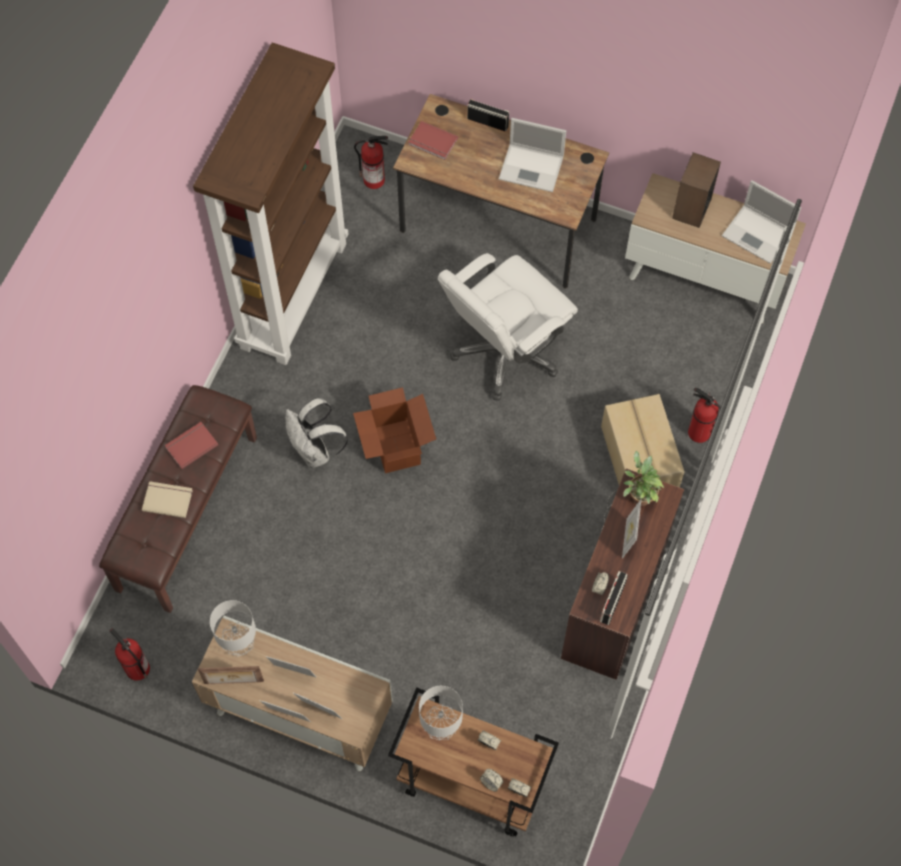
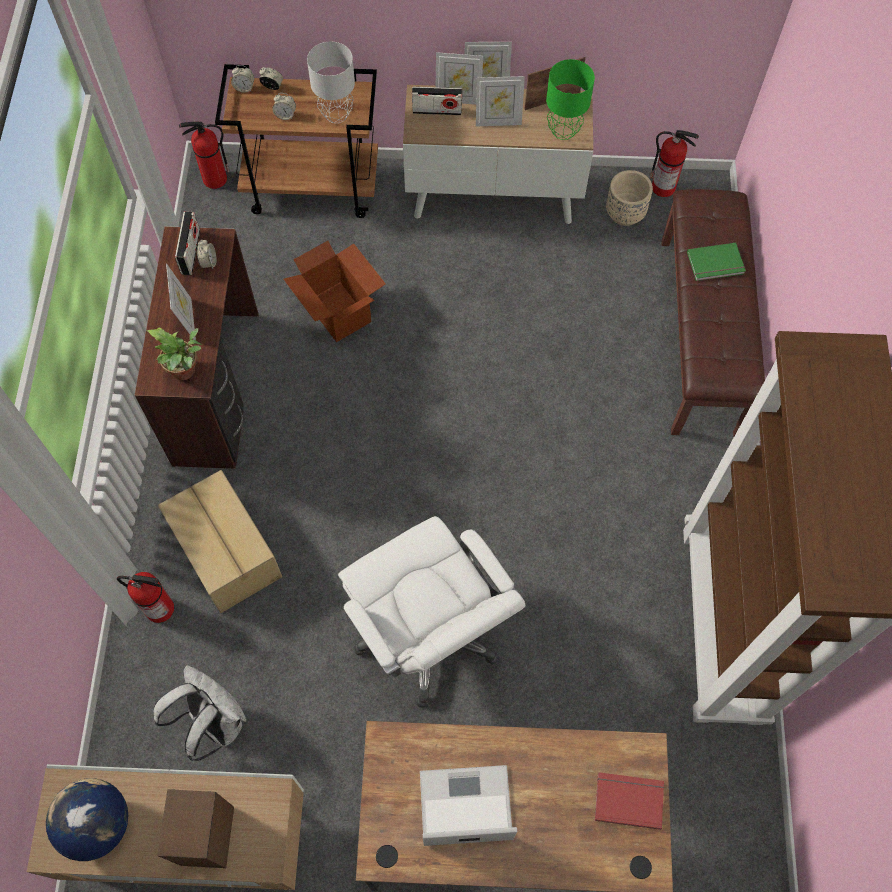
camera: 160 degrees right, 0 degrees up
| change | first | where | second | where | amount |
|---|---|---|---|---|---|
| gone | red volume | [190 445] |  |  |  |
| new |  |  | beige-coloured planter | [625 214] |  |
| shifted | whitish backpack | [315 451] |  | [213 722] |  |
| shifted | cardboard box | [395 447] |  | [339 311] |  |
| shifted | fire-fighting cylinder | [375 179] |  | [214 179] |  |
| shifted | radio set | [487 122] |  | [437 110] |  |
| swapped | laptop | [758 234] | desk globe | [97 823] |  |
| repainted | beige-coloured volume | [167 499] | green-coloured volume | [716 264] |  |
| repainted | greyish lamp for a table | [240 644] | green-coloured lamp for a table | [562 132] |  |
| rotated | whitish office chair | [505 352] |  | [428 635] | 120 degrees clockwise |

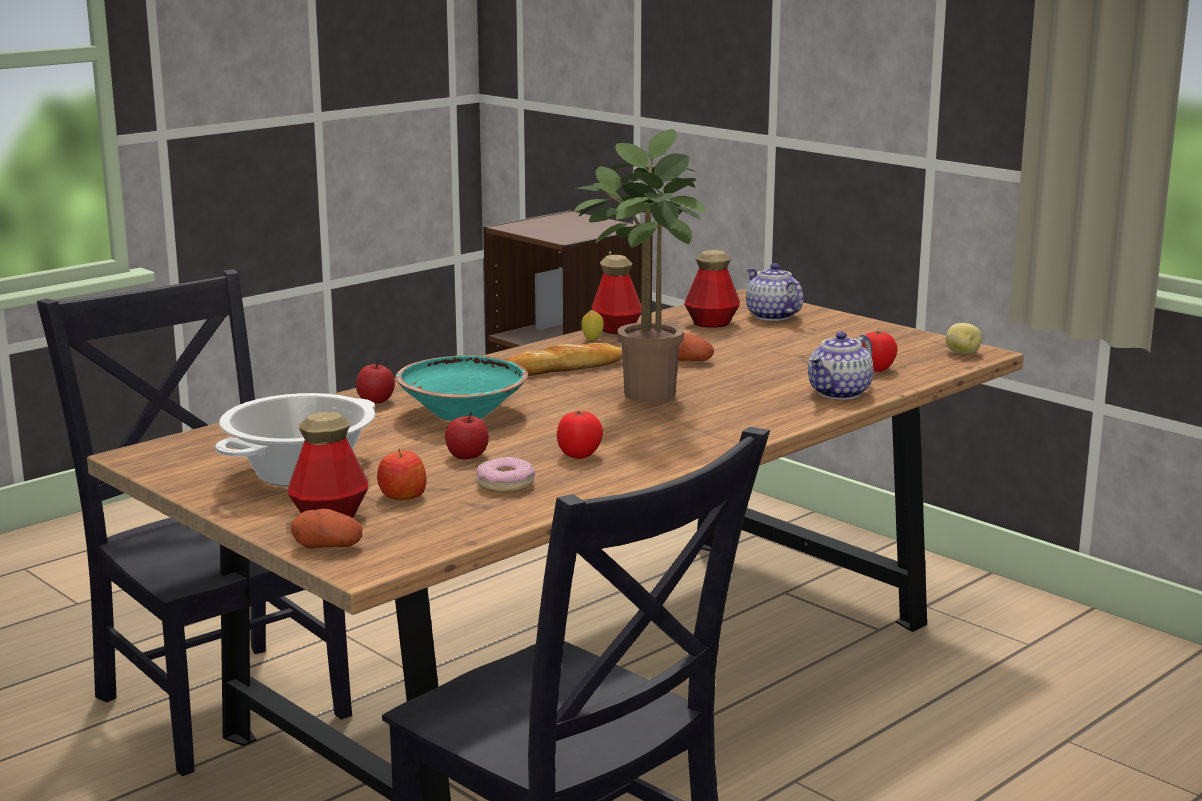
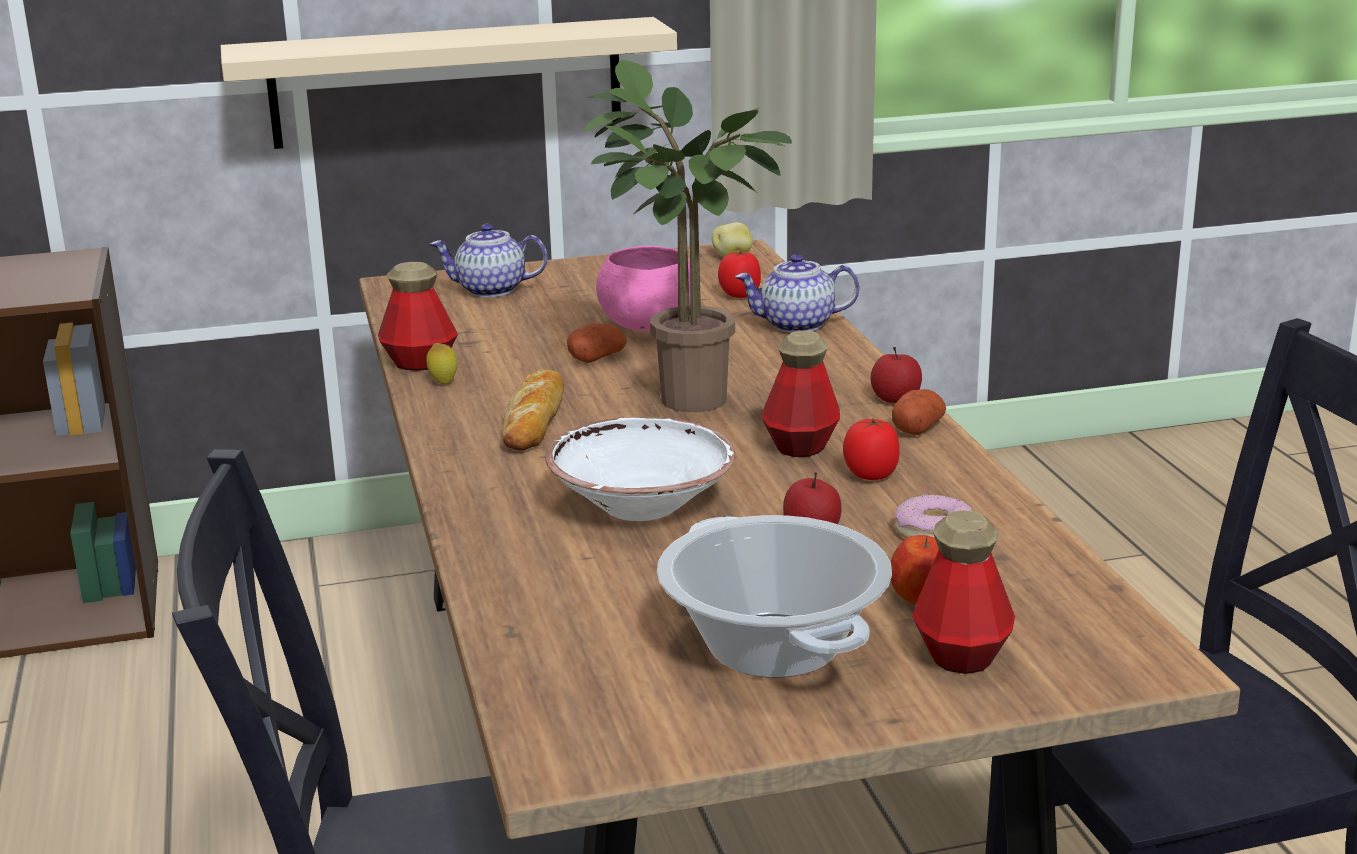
camera: 60 degrees left, 5 degrees up
| change | first | where | second | where | amount |
|---|---|---|---|---|---|
| new |  |  | beige-coloured wall shelf | [447 82] |  |
| new |  |  | pink serving bowl | [646 326] |  |
| shifted | spud | [328 547] |  | [917 428] |  |
| shifted | apple fruit | [376 401] |  | [895 399] |  |
| shifted | drink bottle | [711 323] |  | [800 446] |  |
| repainted | turquoise serving bowl | [462 413] | whitish serving bowl | [640 505] |  |
| rotated | tea pot | [839 393] |  | [796 325] | 105 degrees clockwise |

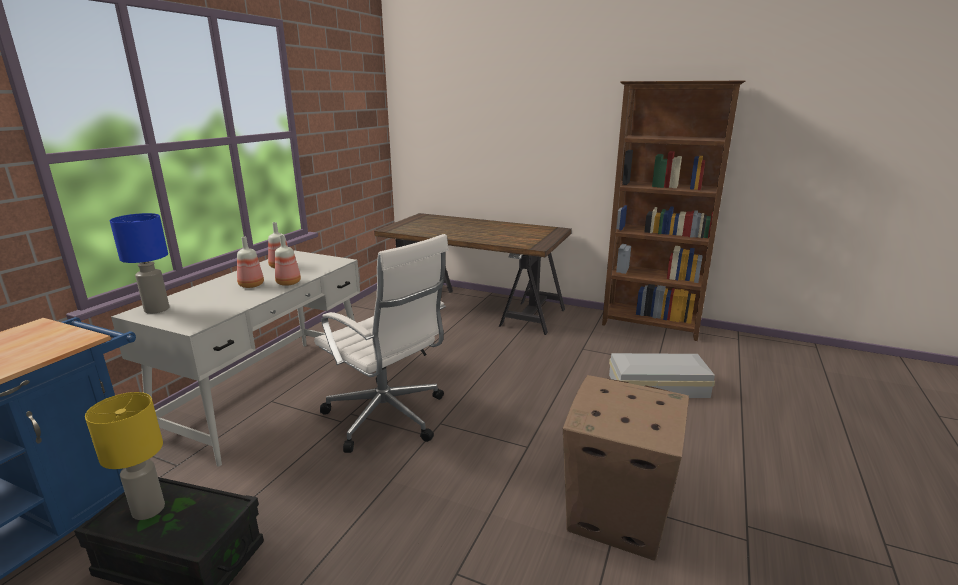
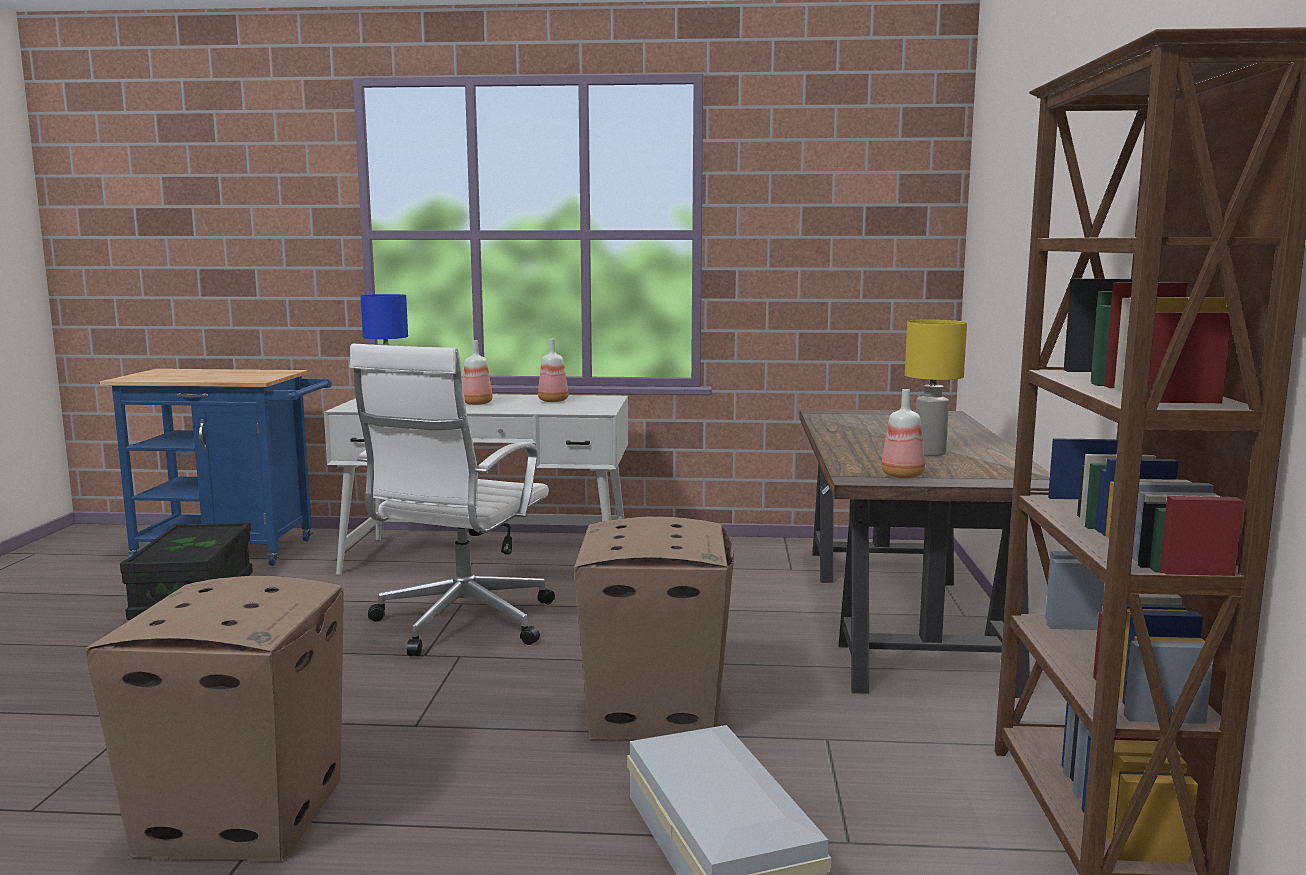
camera: 70 degrees right, 10 degrees down
| change | first | where | second | where | amount |
|---|---|---|---|---|---|
| new |  |  | cardboard box | [654 710] |  |
| shifted | yellow-coloured lamp for a table | [148 509] |  | [929 453] |  |
| shifted | drink bottle | [289 283] |  | [903 475] |  |

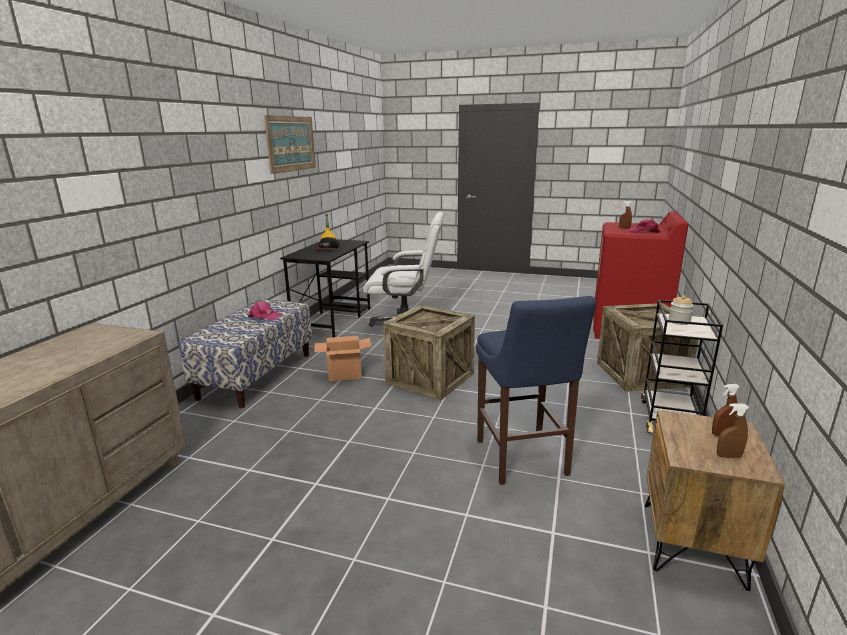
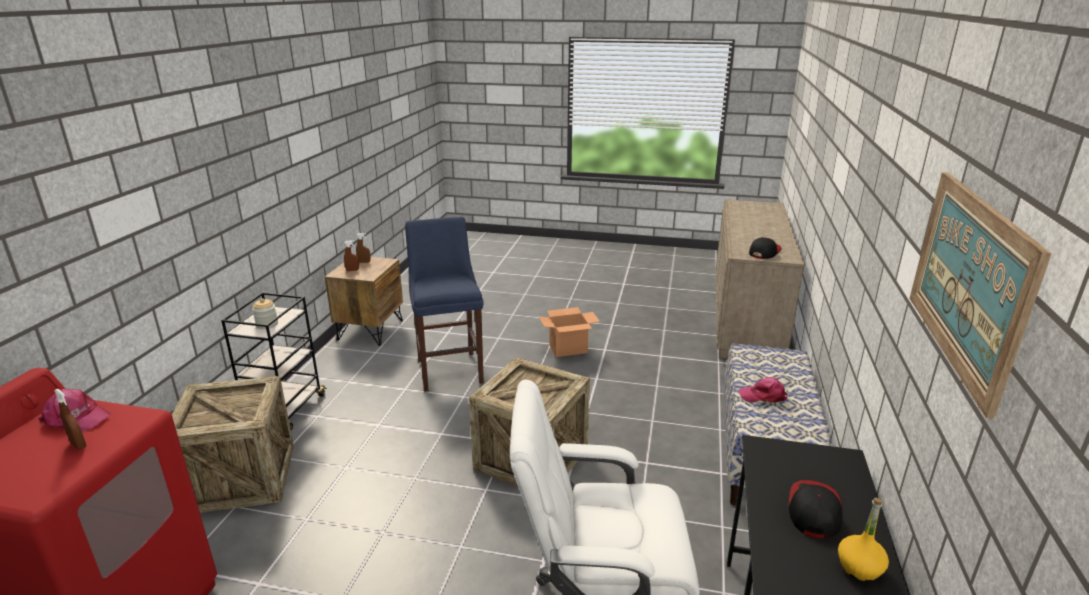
camera: 175 degrees right, 5 degrees up
| change | first | where | second | where | amount |
|---|---|---|---|---|---|
| new |  |  | baseball cap | [764 252] |  |
| shifted | cardboard box | [344 375] |  | [568 349] |  |

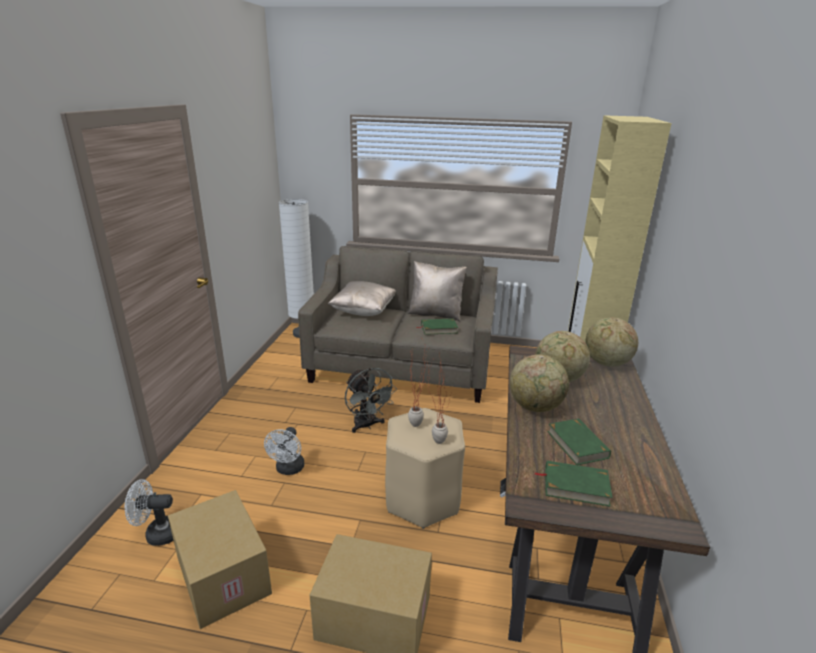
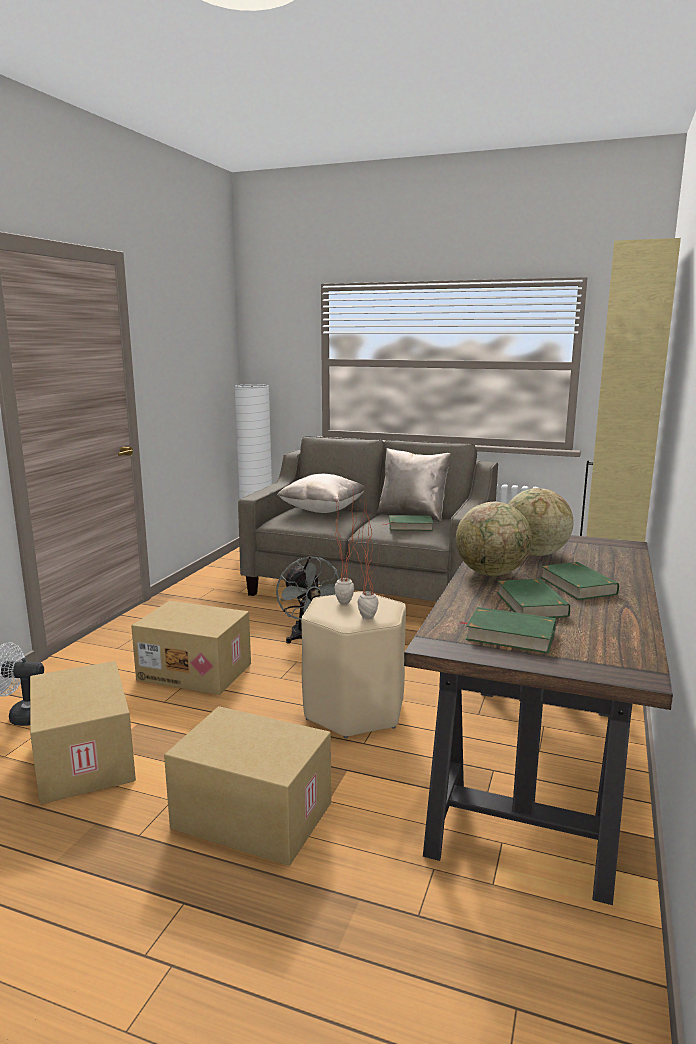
camera: 10 degrees right, 10 degrees down
| change | first | where | second | where | amount |
|---|---|---|---|---|---|
| gone | desk globe | [606 363] |  |  |  |
| new |  |  | green-coloured volume | [577 585] |  |
| swapped | whitish cooling fan | [288 469] | cardboard box | [196 671] |  |

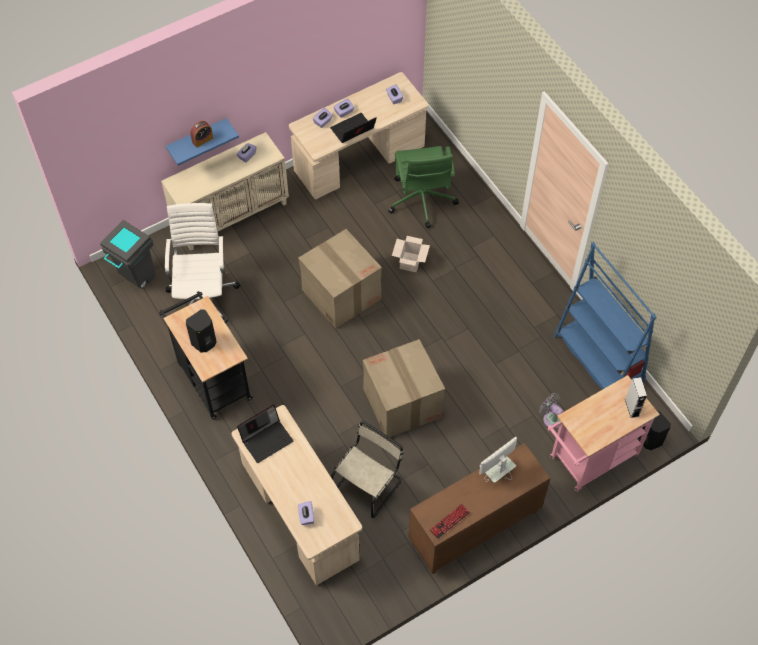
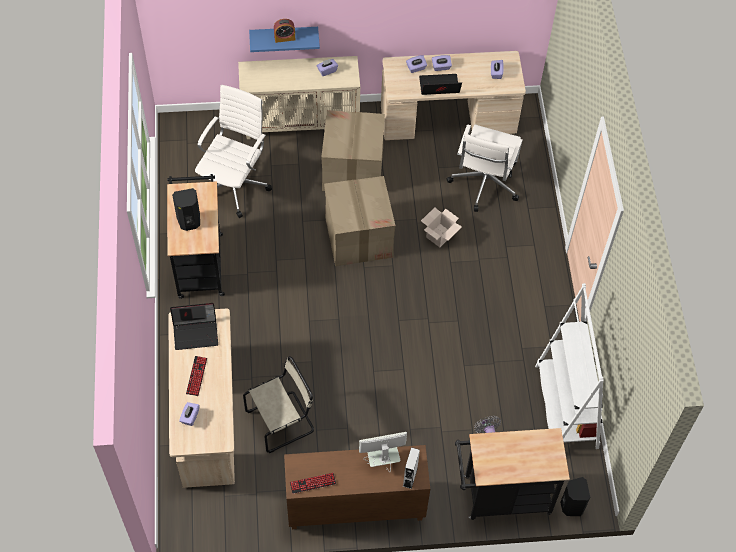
camera: 25 degrees right, 0 degrees up
| change | first | where | second | where | amount |
|---|---|---|---|---|---|
| gone | greyish waste bin | [136 279] |  |  |  |
| new |  |  | computer keyboard | [196 376] |  |
| shifted | cardboard box | [402 403] |  | [352 170] |  |
| shifted | greyish speaker | [631 407] |  | [410 477] |  |
| repainted | green-coloured office chair | [421 201] | whitish office chair | [484 184] |  |
| repainted | pink wheeled cart | [589 459] | blackish wheeled cart | [501 496] |  |
| repainted | bluish bookshelf | [598 359] | whitish bookshelf | [566 407] |  |

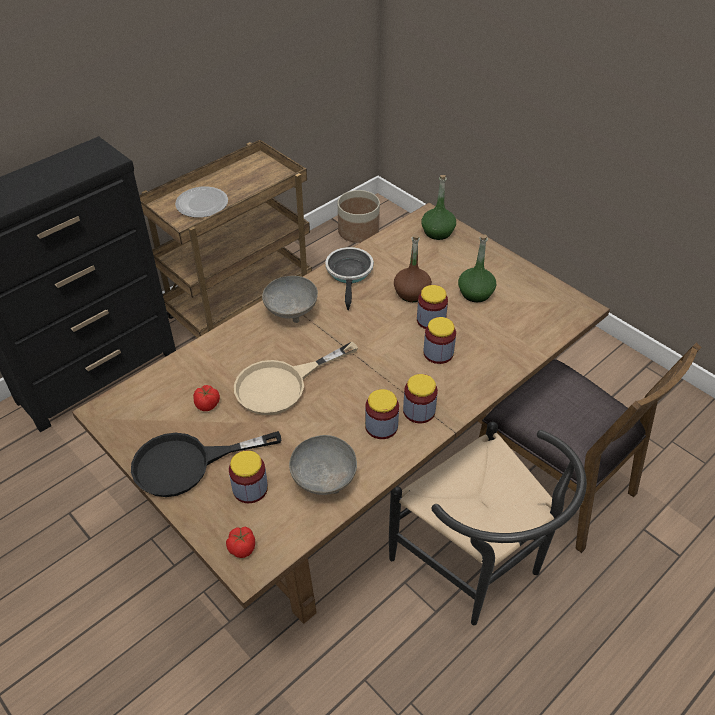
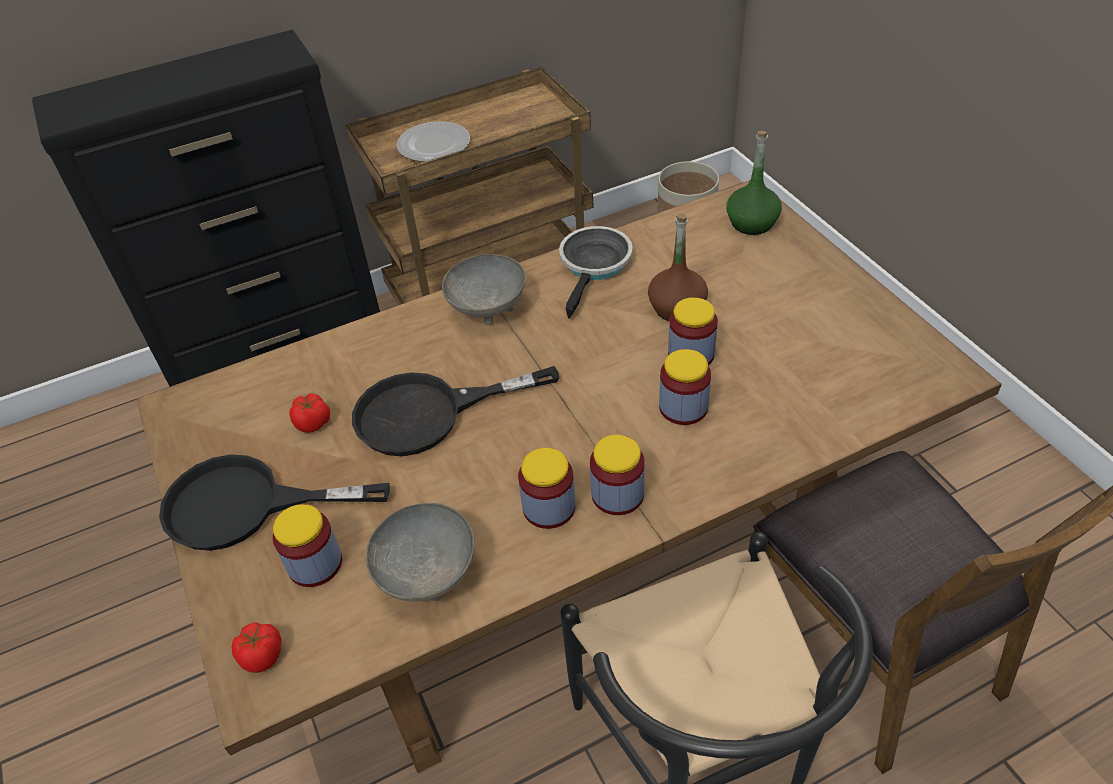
camera: 20 degrees right, 0 degrees up
| change | first | where | second | where | amount |
|---|---|---|---|---|---|
| gone | green-coloured drink bottle | [475 293] |  |  |  |
| repainted | beige-coloured frying pan | [282 384] | blackish frying pan | [429 413] |  |

